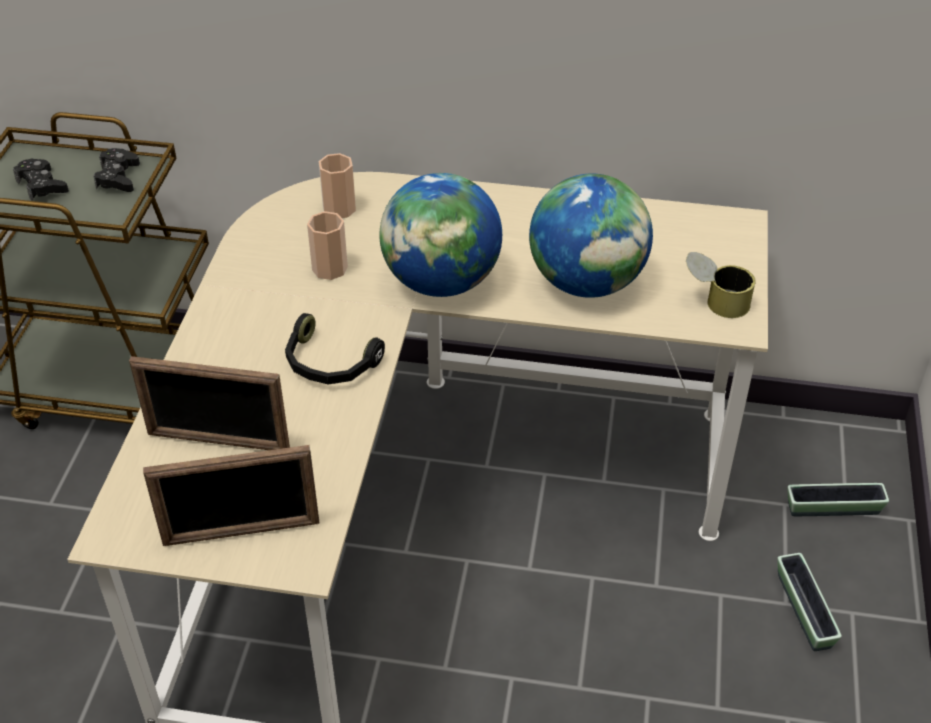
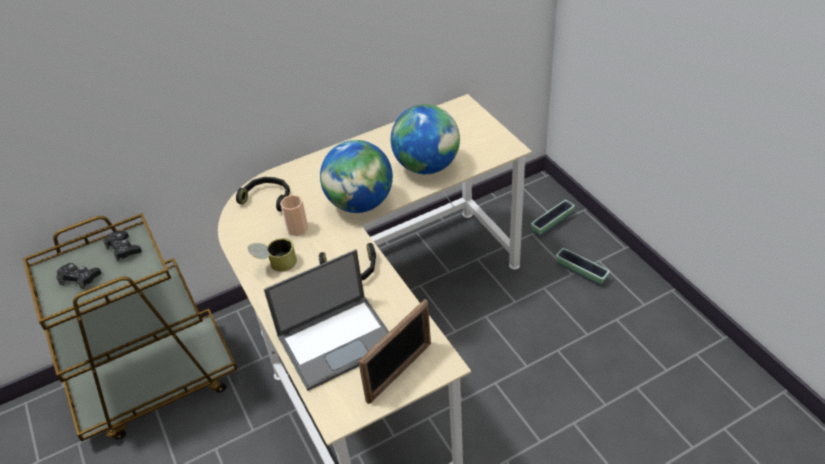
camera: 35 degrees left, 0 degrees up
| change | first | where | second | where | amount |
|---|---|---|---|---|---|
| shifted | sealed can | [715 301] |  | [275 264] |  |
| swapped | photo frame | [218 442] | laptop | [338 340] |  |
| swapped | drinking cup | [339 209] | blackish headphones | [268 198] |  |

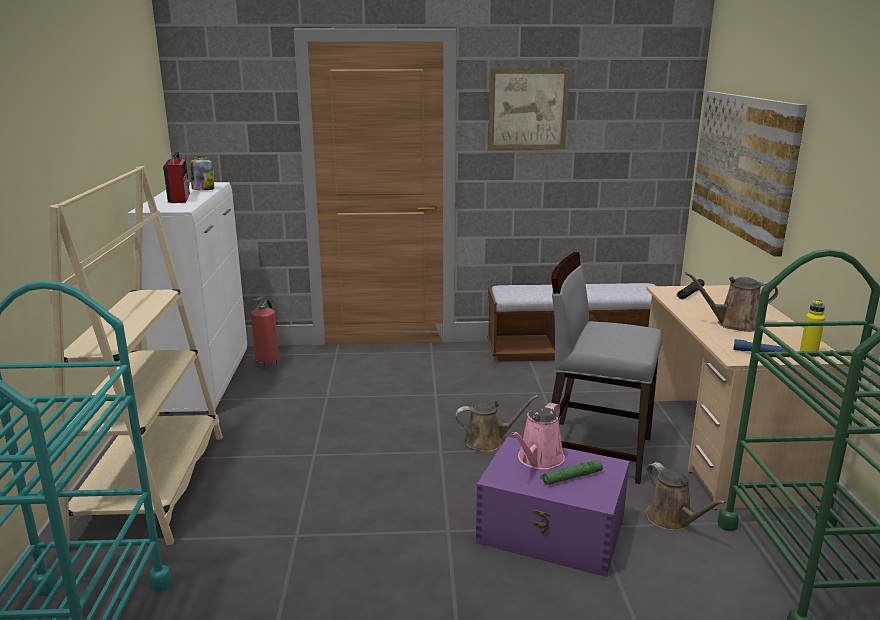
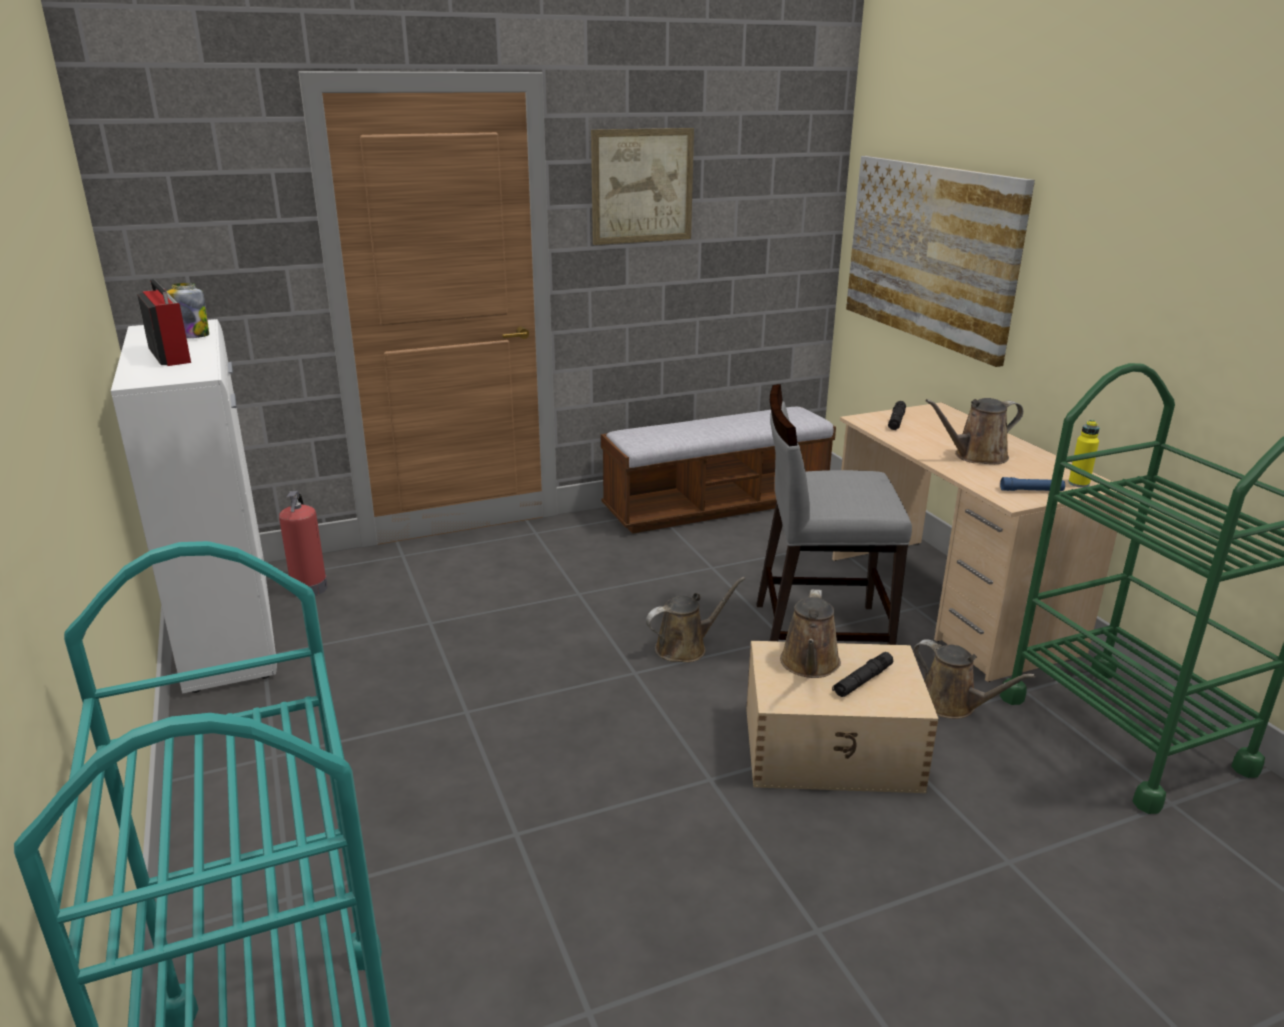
camera: 20 degrees left, 5 degrees up
| change | first | where | second | where | amount |
|---|---|---|---|---|---|
| gone | beige-coloured bookshelf | [152 487] |  |  |  |
| repainted | purplish storage container | [552 530] | beige-coloured storage container | [833 749] |  |
| repainted | pink watering pot | [538 460] | brown-coloured watering pot | [809 665] |  |
| repainted | green-coloured torch | [571 477] | blackish torch | [862 681] |  |

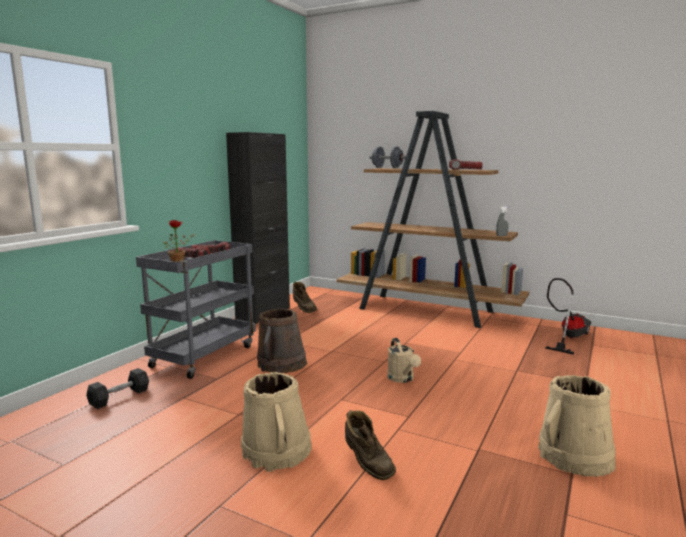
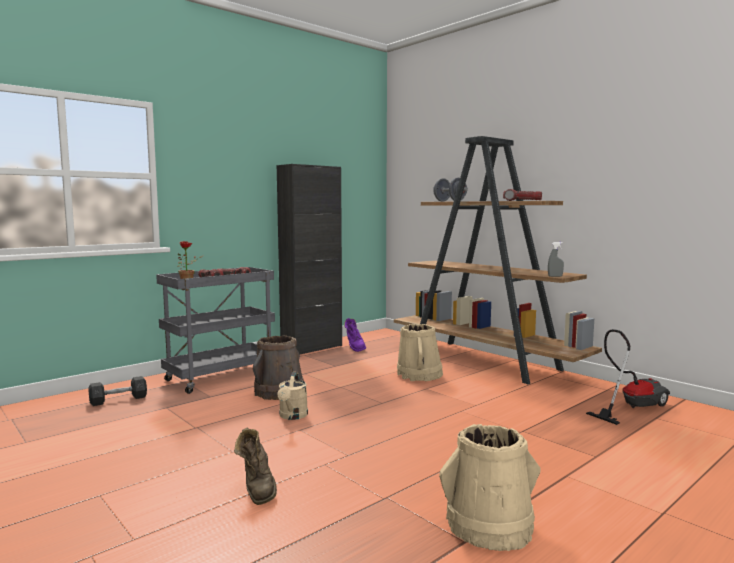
camera: 20 degrees right, 5 degrees down
| change | first | where | second | where | amount |
|---|---|---|---|---|---|
| shifted | beige-coloured pail | [276 451] |  | [419 375] |  |
| shifted | beige-coloured watering pot | [402 379] |  | [292 416] |  |
| repainted | brown-coloured high-top boot | [303 309] | purplish high-top boot | [354 348] |  |

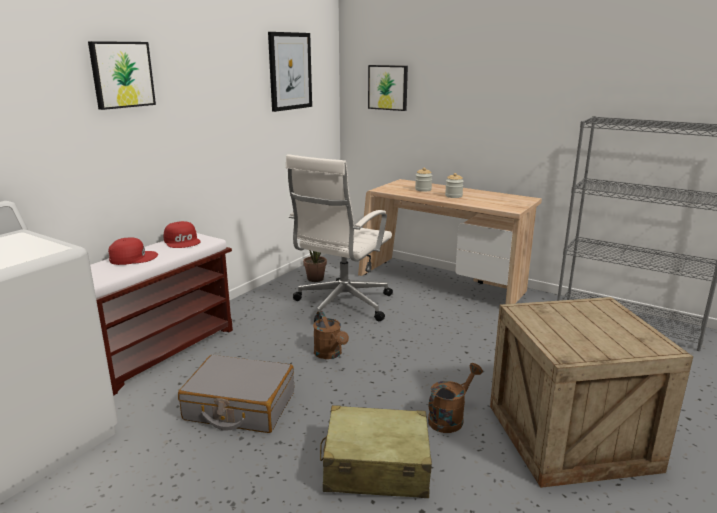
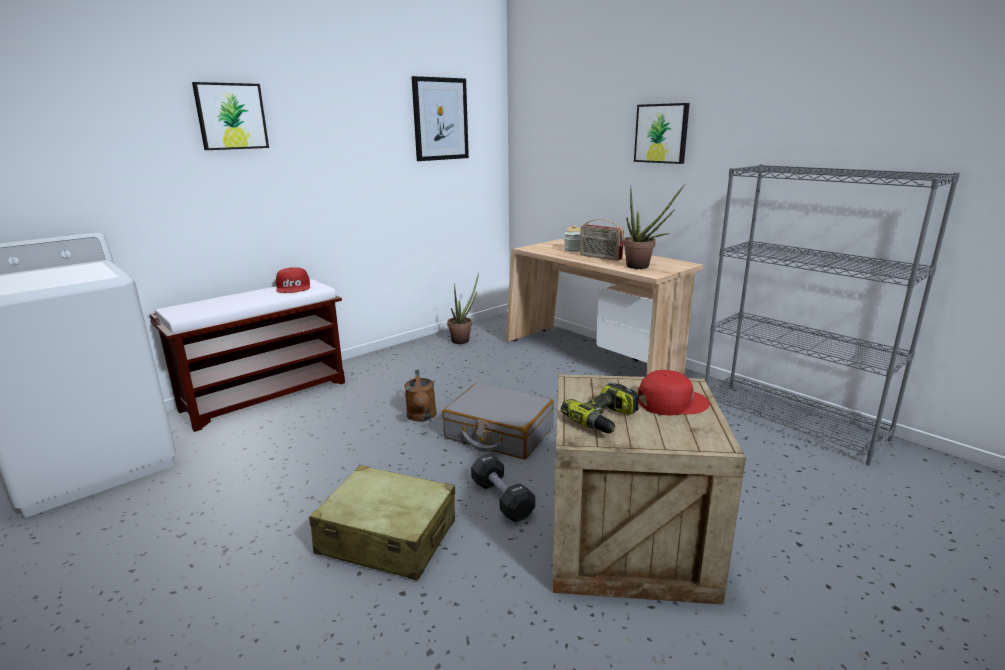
camera: 15 degrees right, 0 degrees up
| change | first | where | second | where | amount |
|---|---|---|---|---|---|
| gone | whitish office chair | [341 305] |  |  |  |
| new |  |  | power drill | [605 420] |  |
| new |  |  | potted plant | [642 267] |  |
| shifted | red baseball cap | [133 257] |  | [671 402] |  |
| shifted | greyish piece of luggage | [239 406] |  | [499 433] |  |
| shifted | wall picture | [388 87] |  | [662 133] |  |
| swapped | brown-coloured watering pot | [450 418] | blackish hand weight | [502 499] |  |
| swapped | preserve jar | [453 196] | radio set | [600 257] |  |

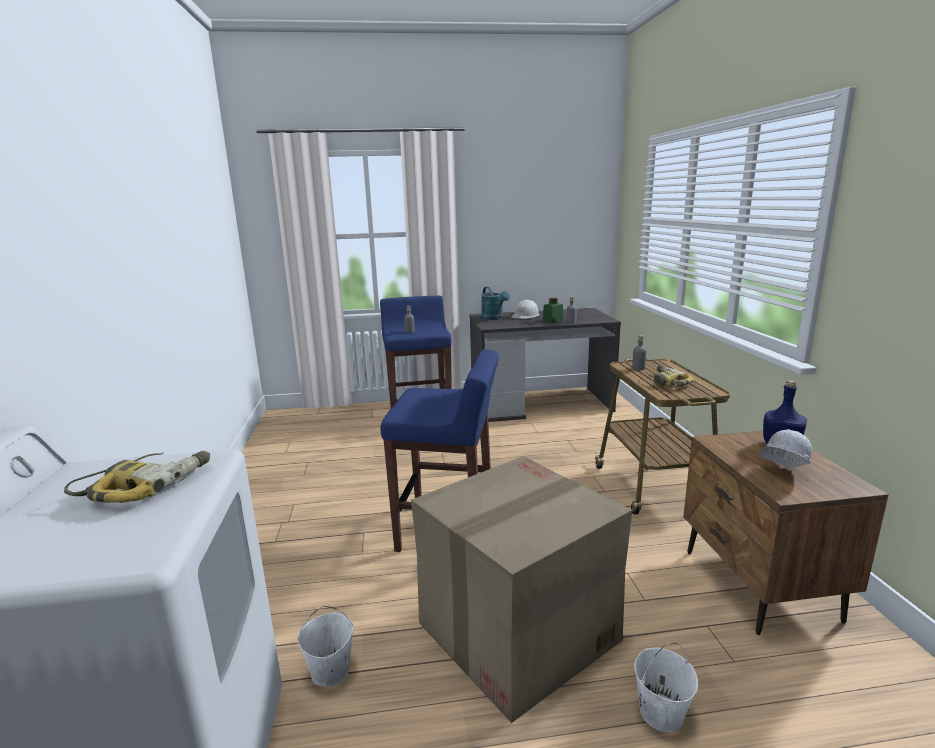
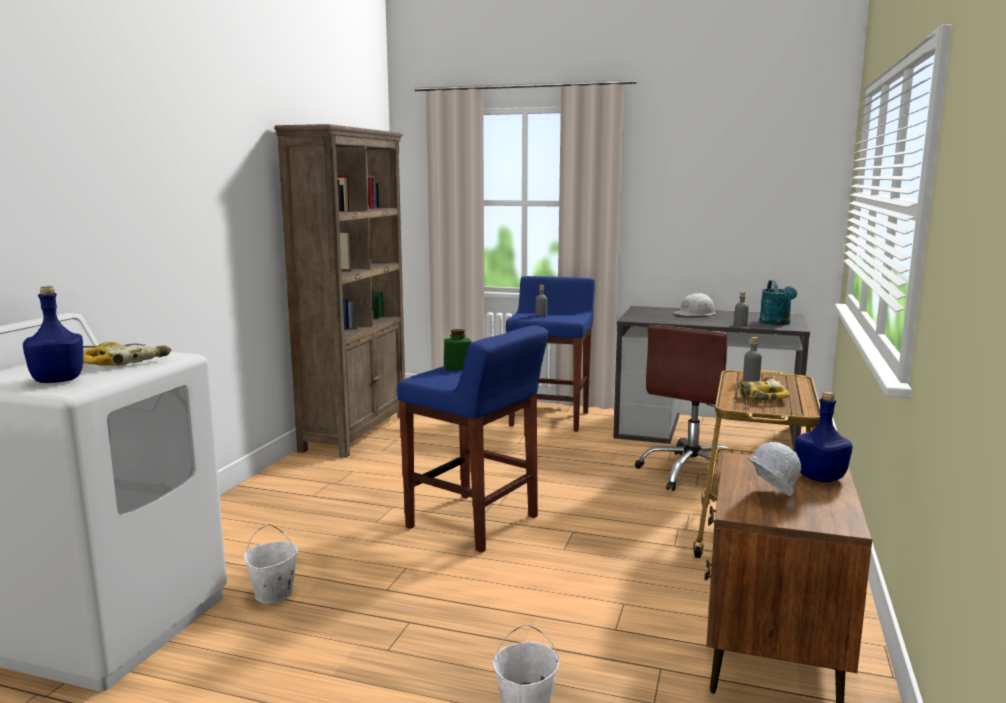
camera: 25 degrees right, 5 degrees down
| change | first | where | second | where | amount |
|---|---|---|---|---|---|
| gone | cardboard box | [516 632] |  |  |  |
| new |  |  | bluish drink bottle | [58 380] |  |
| new |  |  | brown-coloured bookshelf | [356 432] |  |
| new |  |  | brown-coloured office chair | [691 473] |  |
| shifted | turquoise watering pot | [494 318] |  | [776 323] |  |
| shifted | green-coloured preserve jar | [552 321] |  | [458 367] |  |

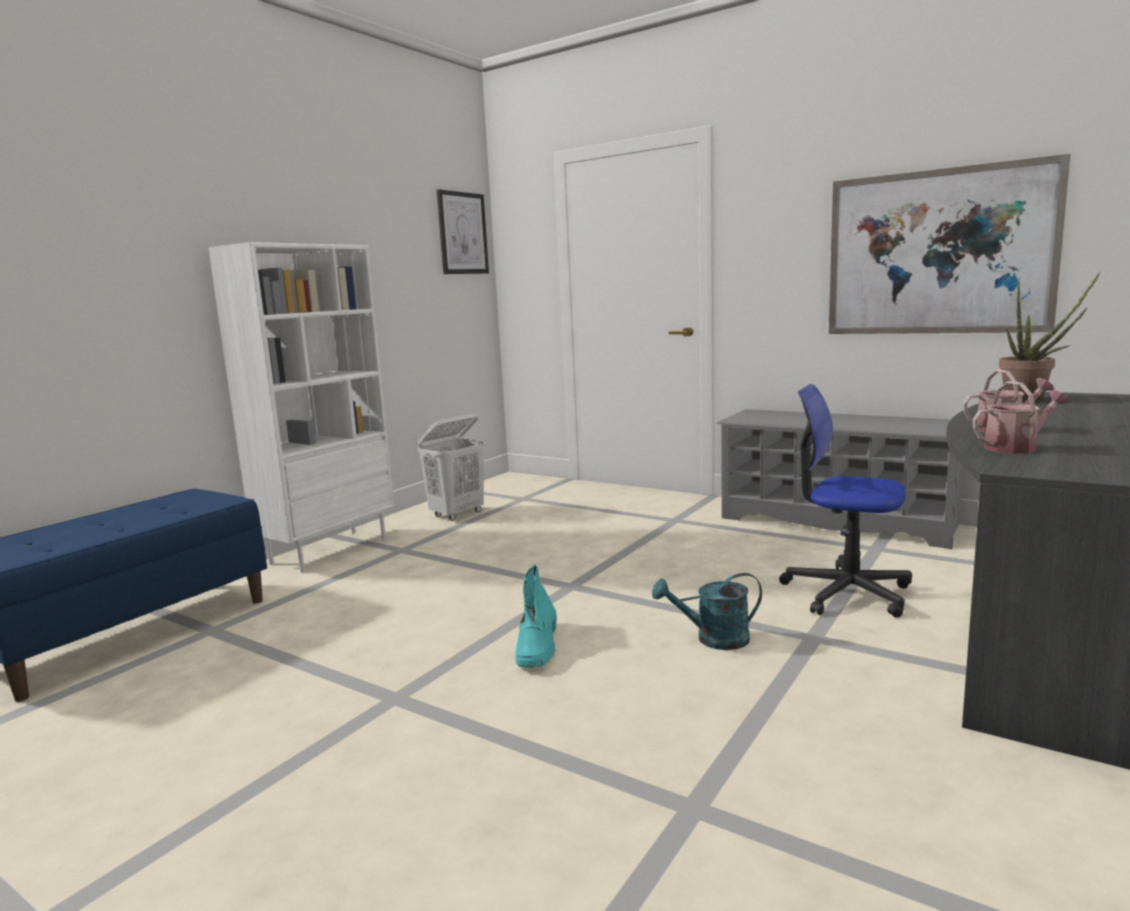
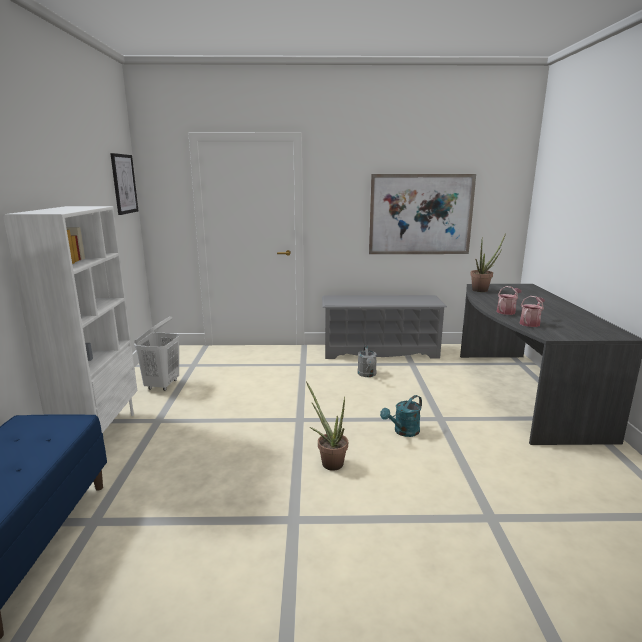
camera: 35 degrees left, 5 degrees up
| change | first | where | second | where | amount |
|---|---|---|---|---|---|
| gone | office chair | [846 592] |  |  |  |
| new |  |  | greyish watering pot | [367 375] |  |
| swapped | turquoise high-top boot | [537 647] | potted plant | [329 462] |  |

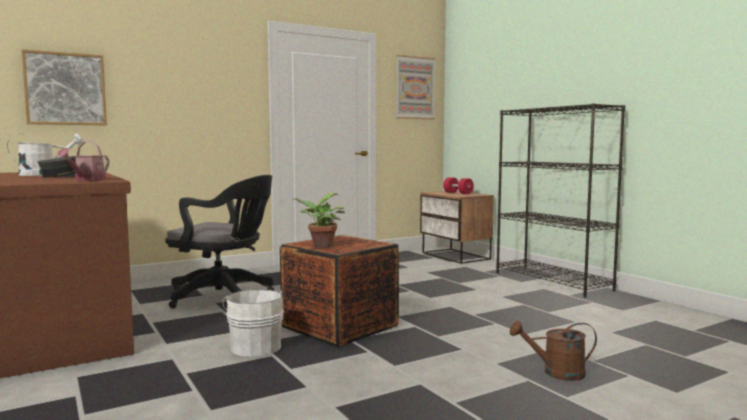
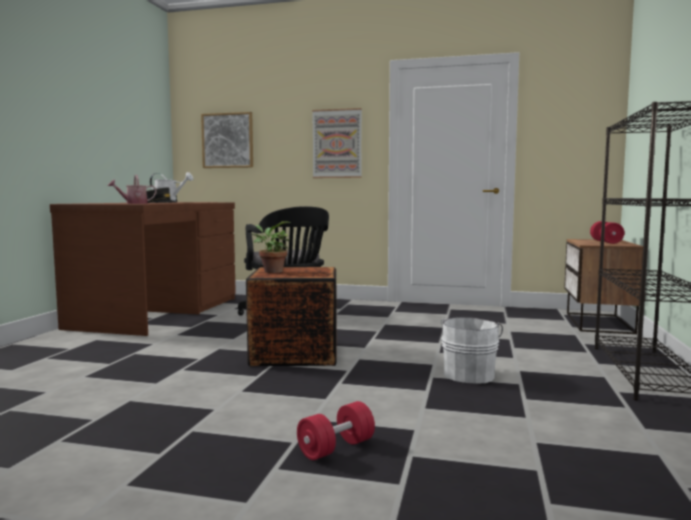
camera: 45 degrees right, 0 degrees up
| change | first | where | second | where | amount |
|---|---|---|---|---|---|
| shifted | whitish pail | [255 346] |  | [469 374] |  |
| shifted | wall picture | [415 88] |  | [337 143] |  |
| swapped | brown-coloured watering pot | [556 373] | red hand weight | [336 448] |  |

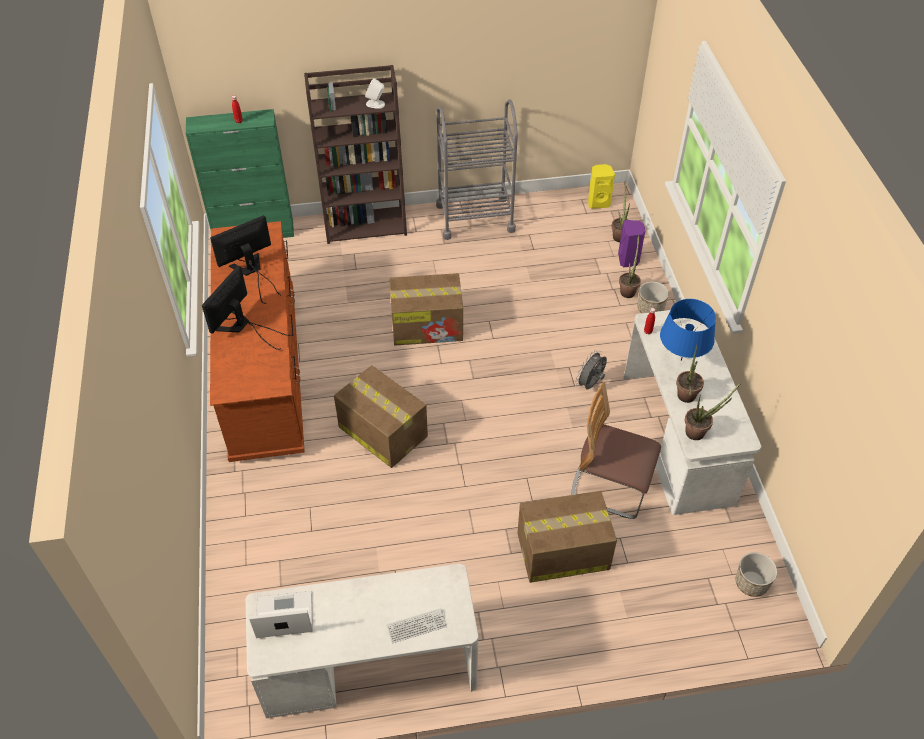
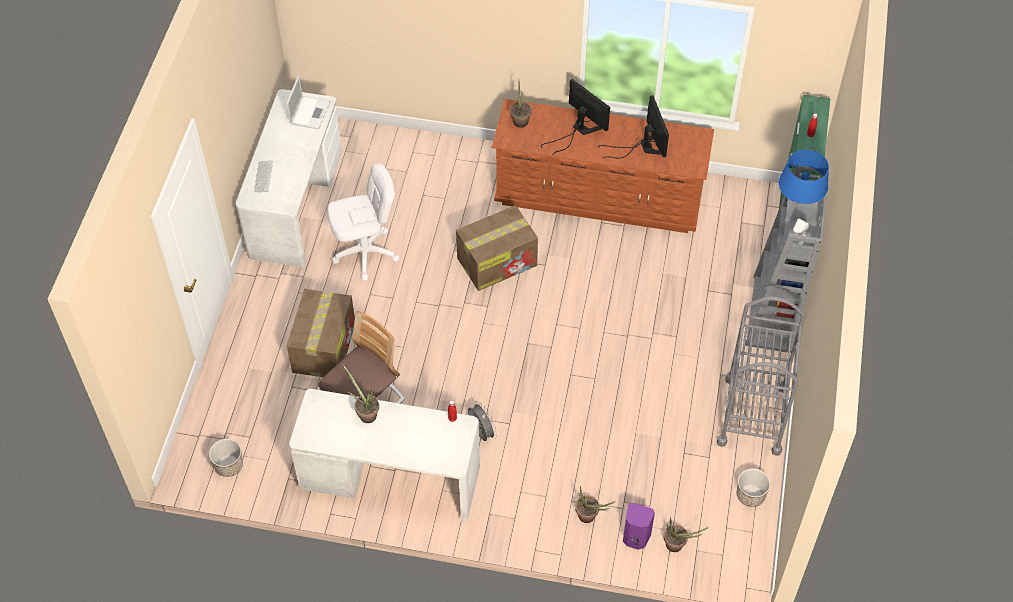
camera: 110 degrees right, 5 degrees up
| change | first | where | second | where | amount |
|---|---|---|---|---|---|
| gone | cardboard box | [428 325] |  |  |  |
| gone | yellow-coloured speaker | [598 202] |  |  |  |
| new |  |  | whitish office chair | [366 253] |  |
| shifted | planter | [650 309] |  | [750 495] |  |
| shifted | bluish lamp for a table | [680 360] |  | [798 204] |  |
| shifted | potted plant | [699 432] |  | [520 124] |  |
| repainted | brown-coloured bookshelf | [366 225] | greyish bookshelf | [772 314] |  |

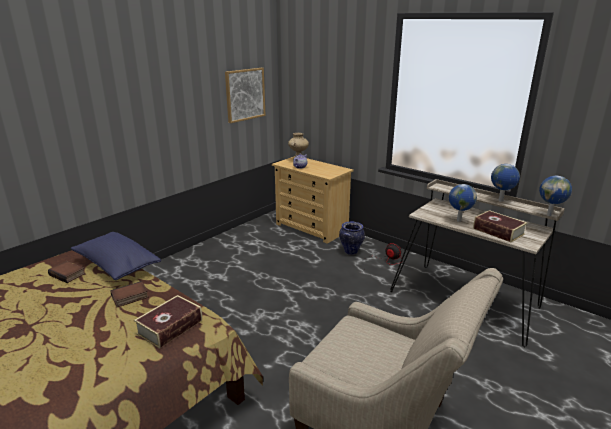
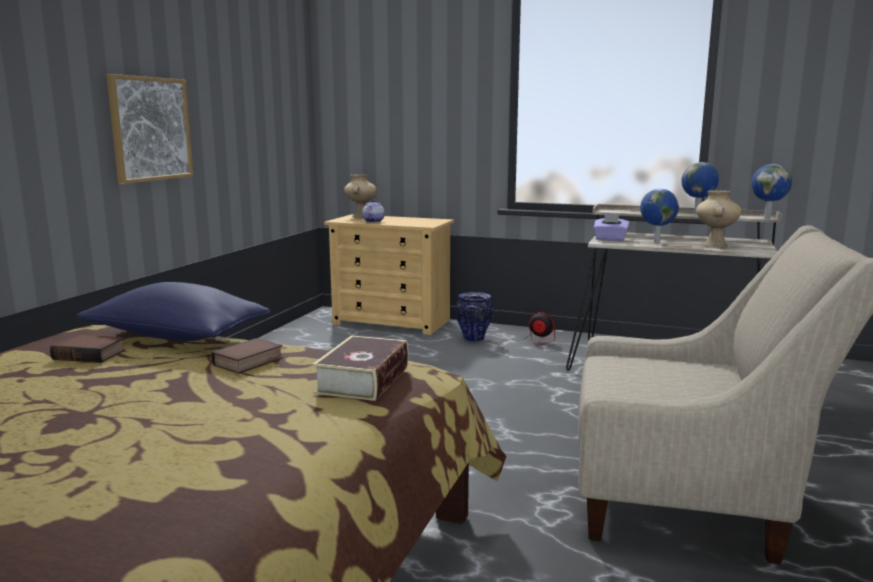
camera: 20 degrees left, 10 degrees down
| change | first | where | second | where | amount |
|---|---|---|---|---|---|
| new |  |  | purplish box of tissues | [610 239] |  |
| shifted | wall picture | [245 94] |  | [150 129] |  |
| swapped | volume | [498 231] | beige-coloured vase | [714 245] |  |

